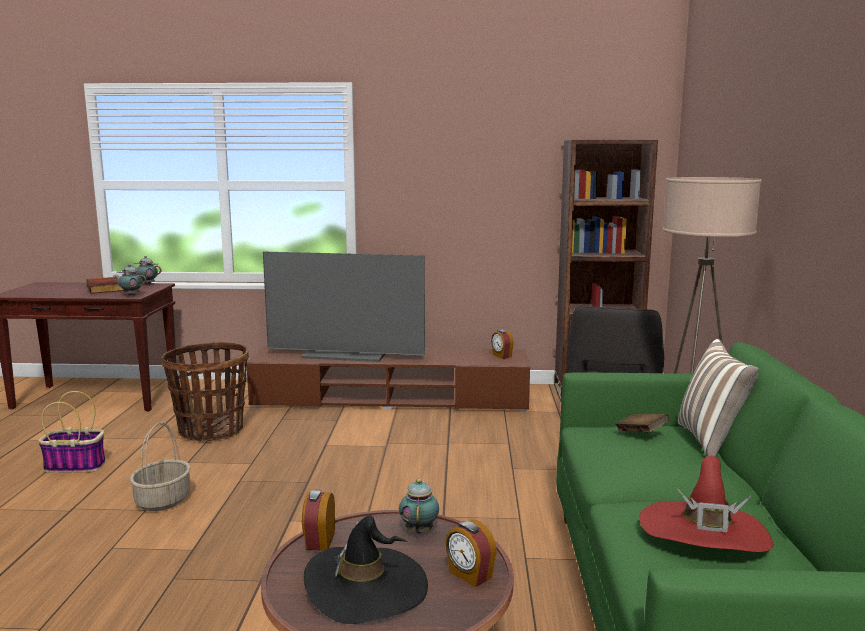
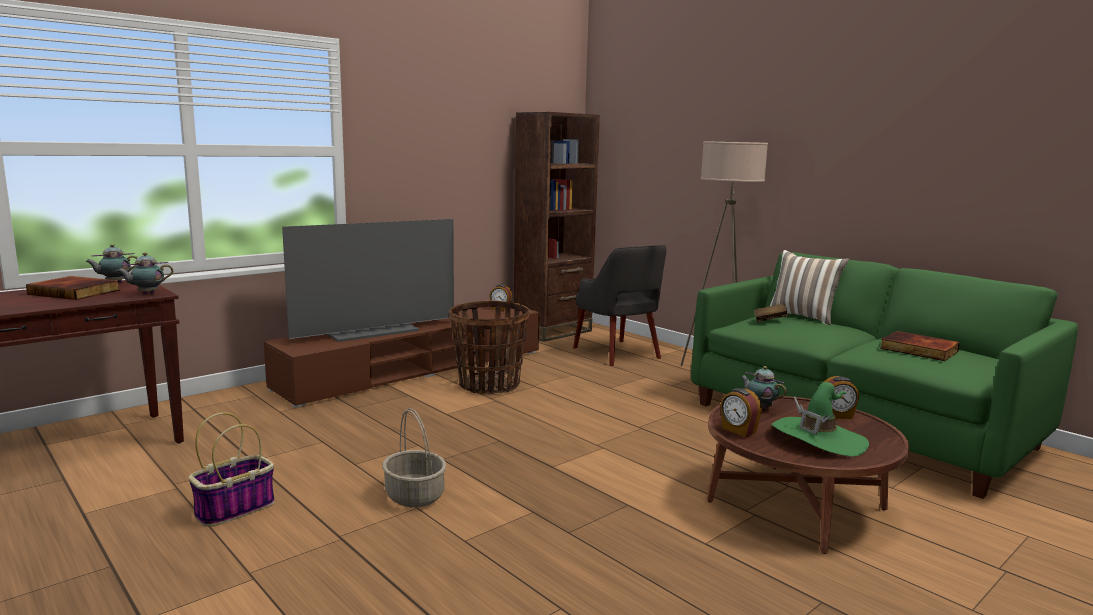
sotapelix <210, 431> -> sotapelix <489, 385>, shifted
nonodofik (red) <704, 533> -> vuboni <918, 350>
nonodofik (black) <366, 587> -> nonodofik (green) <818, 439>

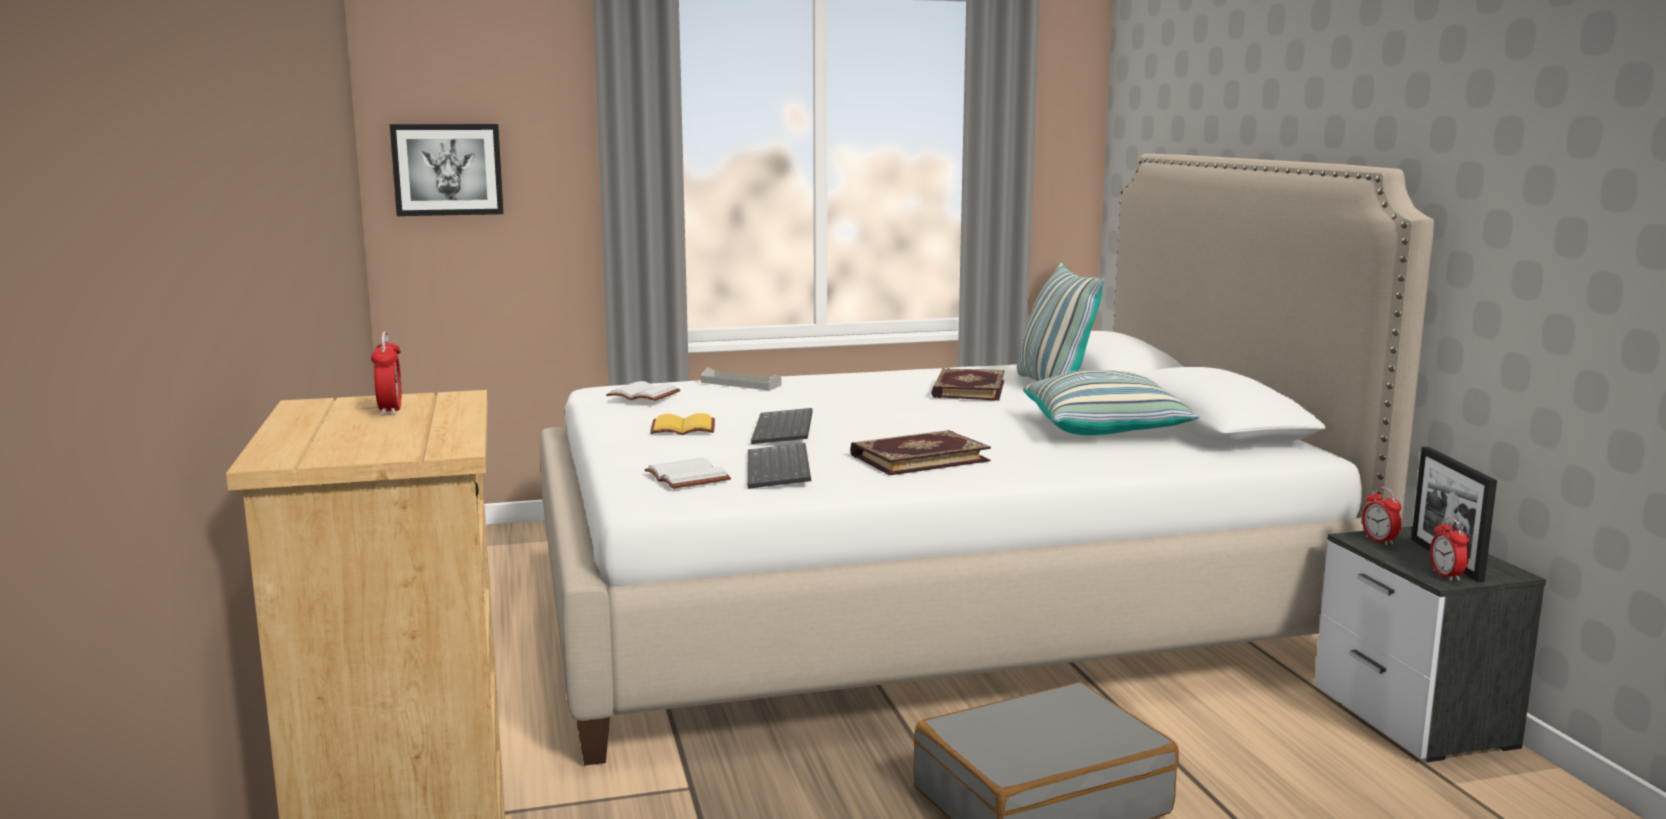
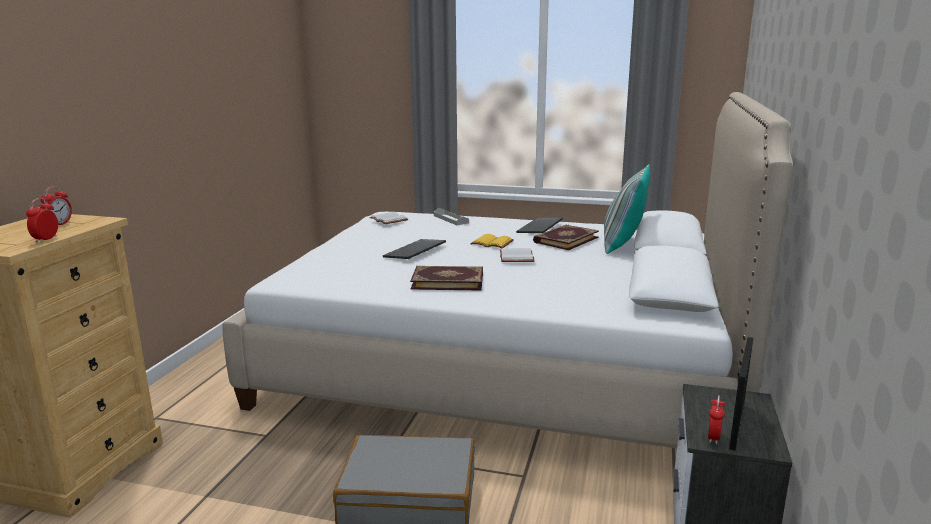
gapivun <447, 169> -> none
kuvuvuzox <1106, 429> -> none
vuboni (yellow) <684, 428> -> vuboni (yellow) <493, 243>, shifted
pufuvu <780, 470> -> pufuvu <540, 227>, shifted
vuboni (white) <690, 477> -> vuboni (white) <517, 257>, shifted
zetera <1379, 540> -> zetera <46, 239>, shifted

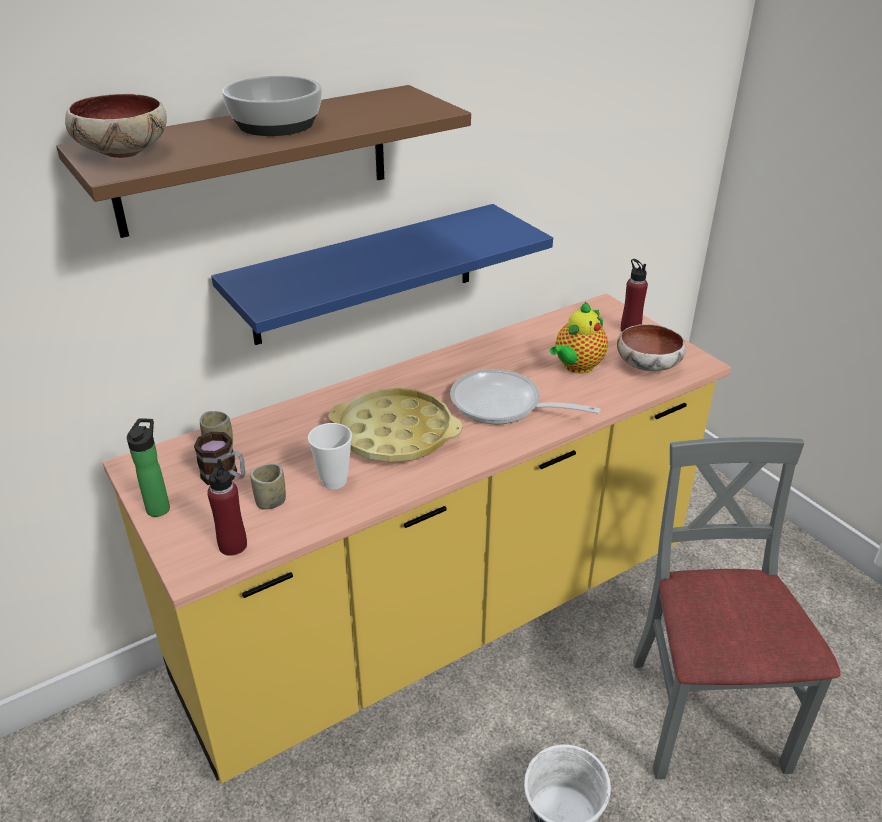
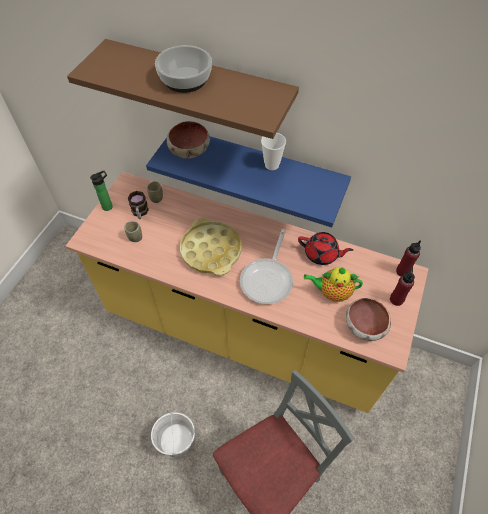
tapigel <122, 152> -> tapigel <189, 150>, shifted
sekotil <503, 405> -> sekotil <268, 279>, 150 degrees counterclockwise
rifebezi <334, 481> -> rifebezi <271, 165>, shifted
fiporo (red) <233, 545> -> fiporo (red) <402, 271>, shifted
none -> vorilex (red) <321, 254>

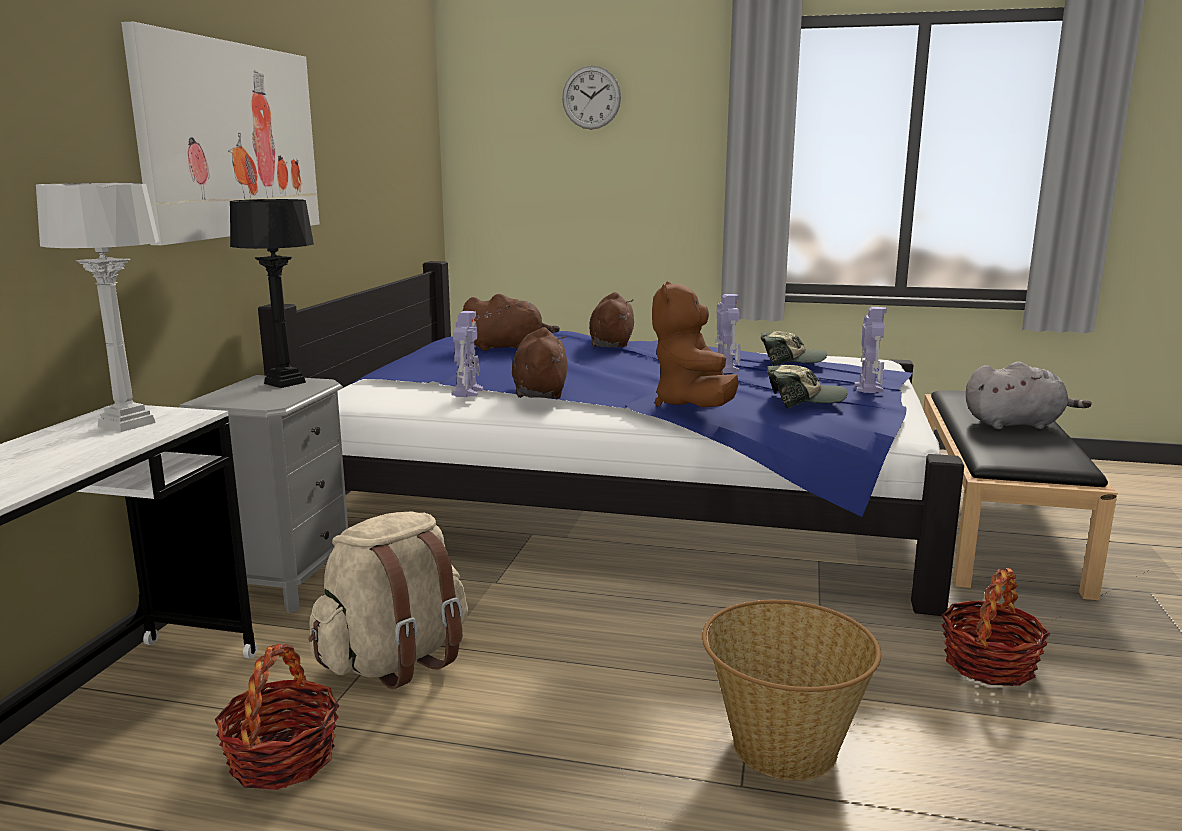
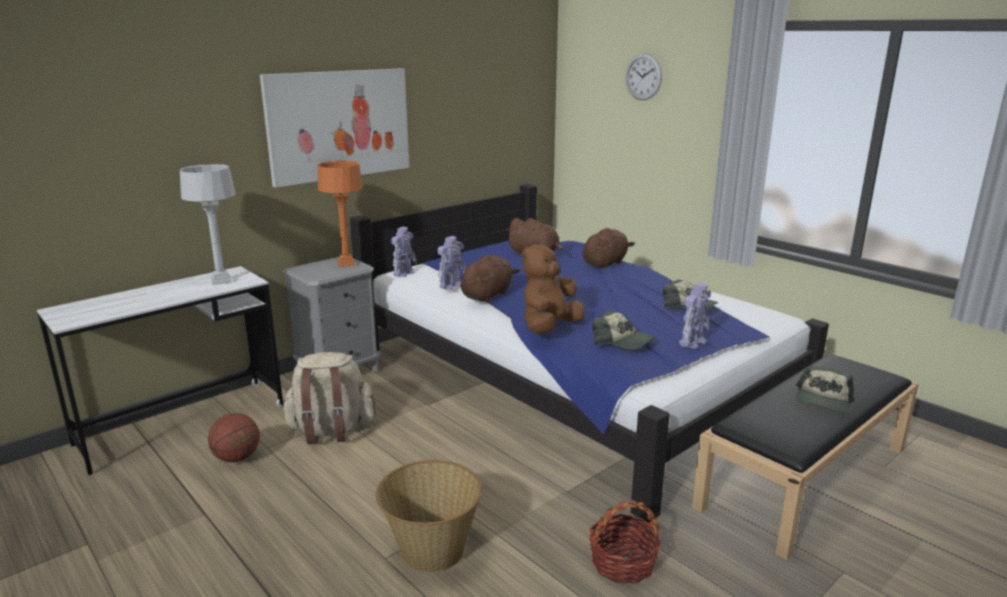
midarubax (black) <285, 383> -> midarubax (orange) <346, 264>
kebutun <725, 368> -> kebutun <404, 273>, shifted
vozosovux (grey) <1016, 424> -> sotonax <823, 401>
sotapelix <282, 758> -> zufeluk <237, 458>

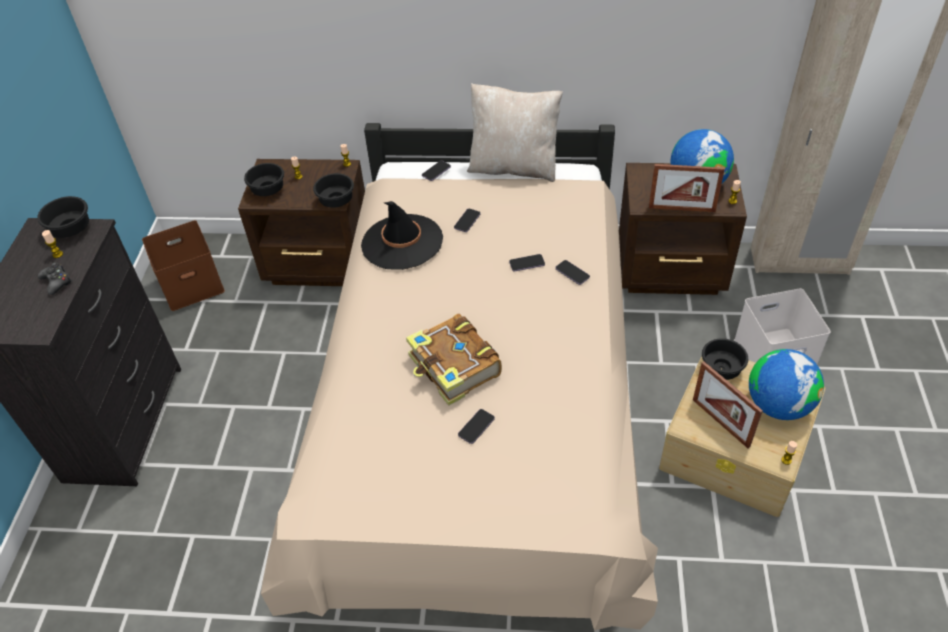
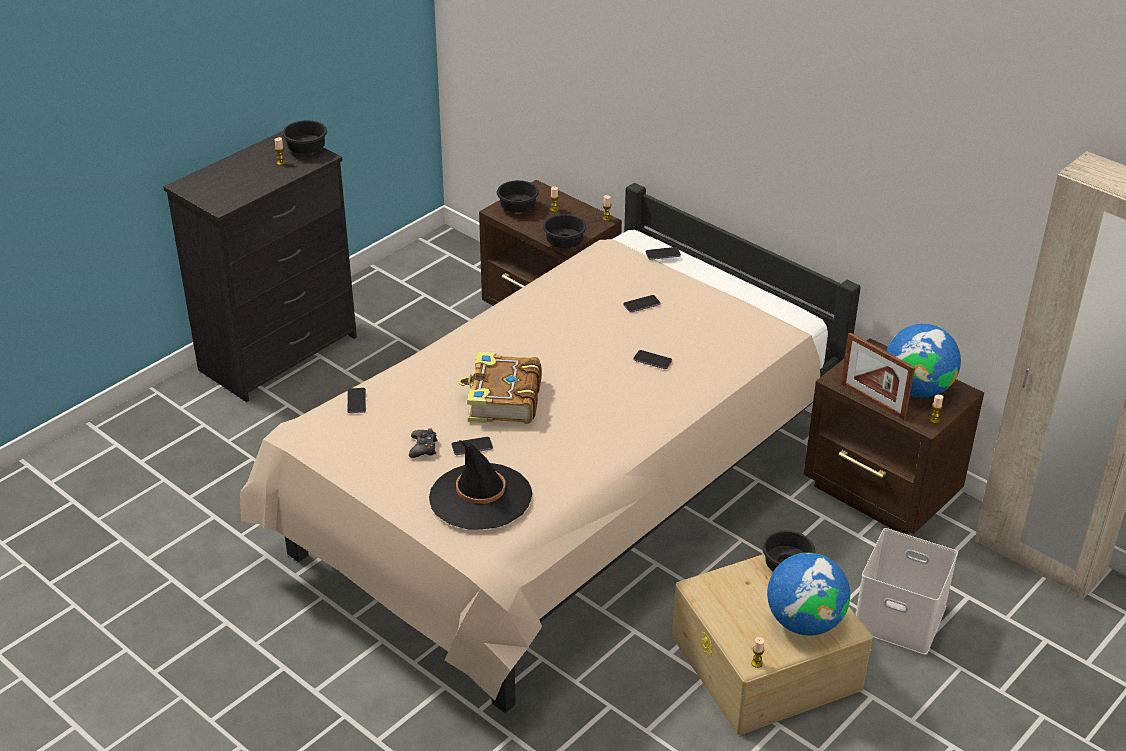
kuvuvuzox (beige) <514, 167> -> none
nonodofik (black) <402, 242> -> nonodofik (black) <480, 497>, shifted
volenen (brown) <192, 283> -> none
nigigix <572, 273> -> nigigix <356, 401>, shifted
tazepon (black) <57, 282> -> tazepon (black) <423, 447>, shifted
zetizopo <720, 423> -> none

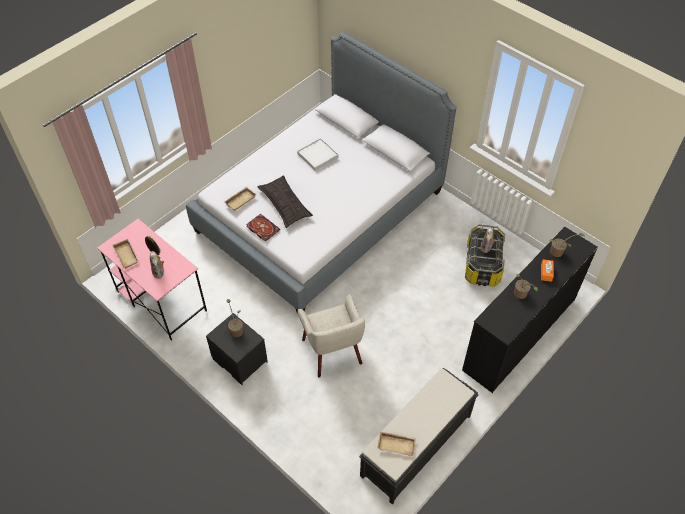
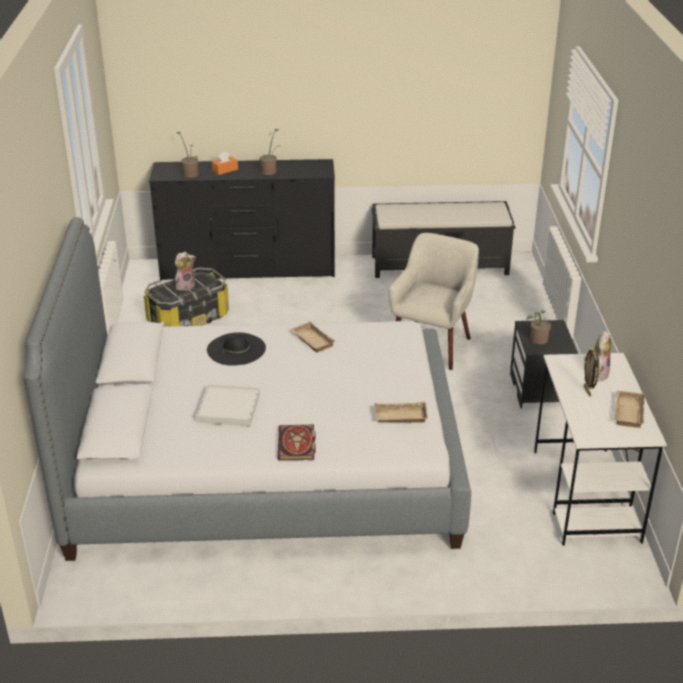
kuvuvuzox <285, 204> -> none
vuboni <262, 228> -> vuboni <297, 445>, shifted
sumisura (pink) <161, 300> -> sumisura (white) <586, 495>
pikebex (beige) <397, 444> -> pikebex (beige) <311, 340>, shifted
none -> nonodofik (black) <236, 349>

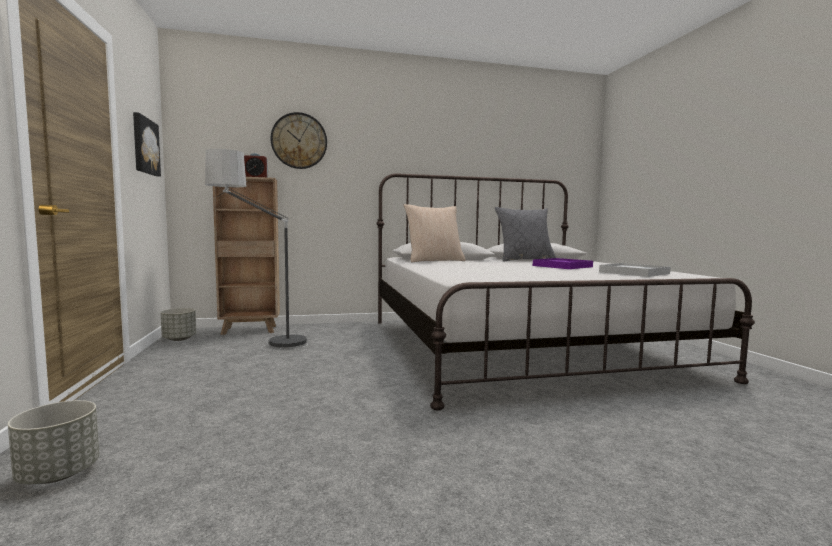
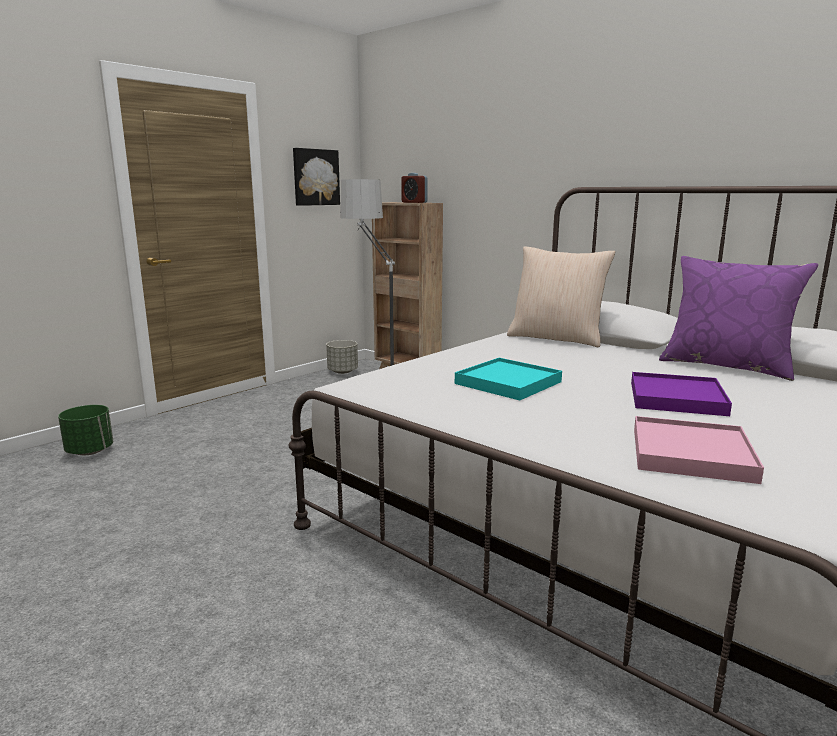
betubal <299, 141> -> none
kuvuvuzox (grey) <524, 260> -> kuvuvuzox (purple) <726, 366>
pikebex (white) <634, 273> -> pikebex (pink) <691, 454>
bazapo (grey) <58, 474> -> bazapo (green) <90, 451>
none -> pikebex (turquoise) <508, 383>

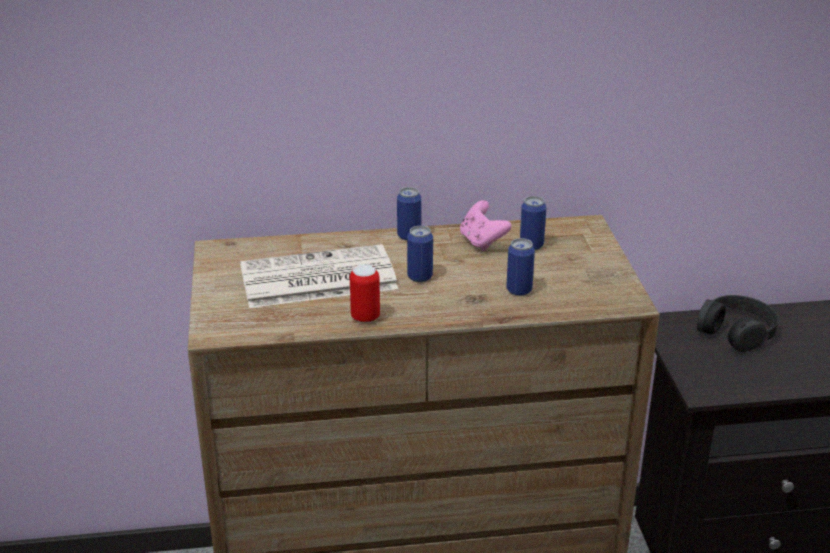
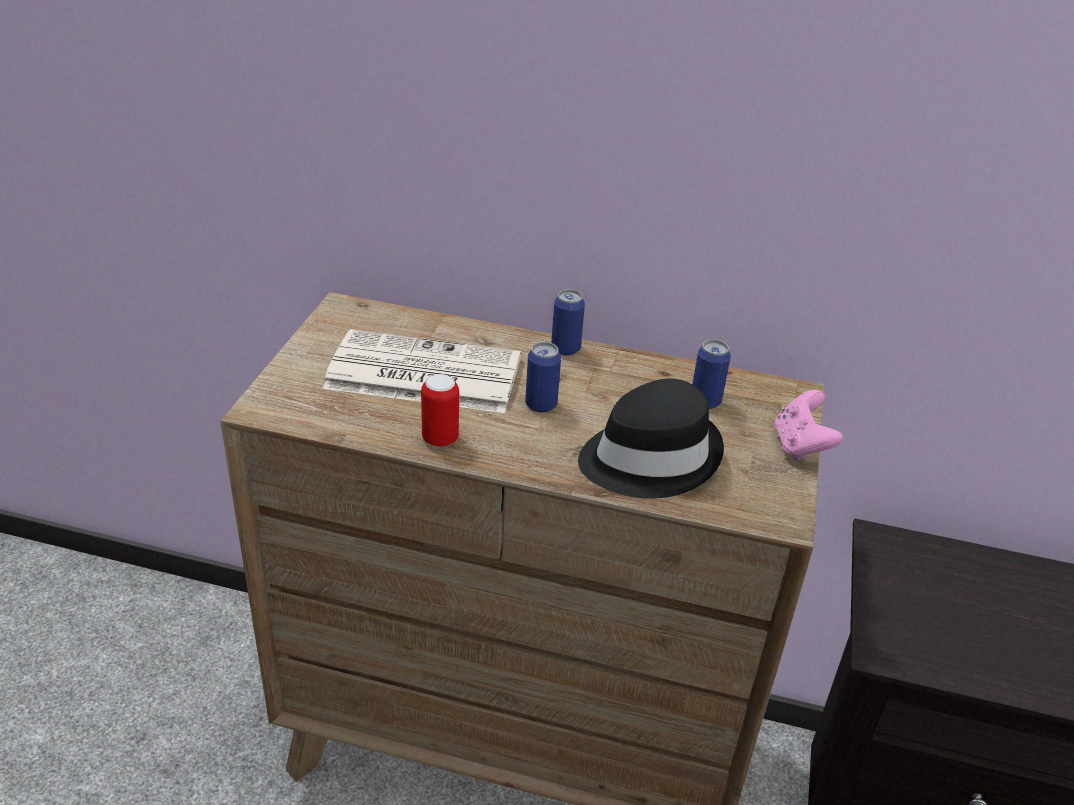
tazepon (pink) <482, 242> -> tazepon (pink) <800, 446>, shifted
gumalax <519, 290> -> nonodofik (black) <649, 457>
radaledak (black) <736, 331> -> none

